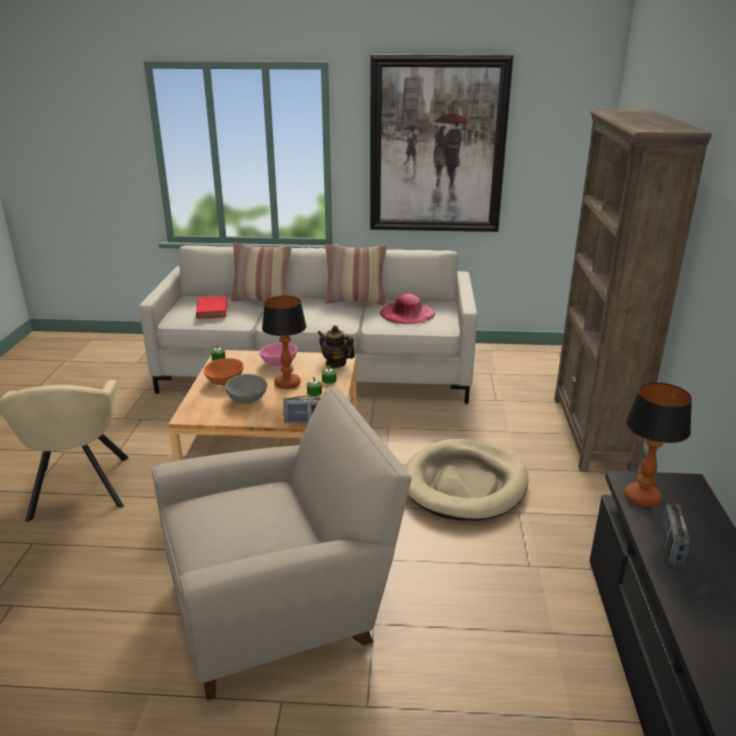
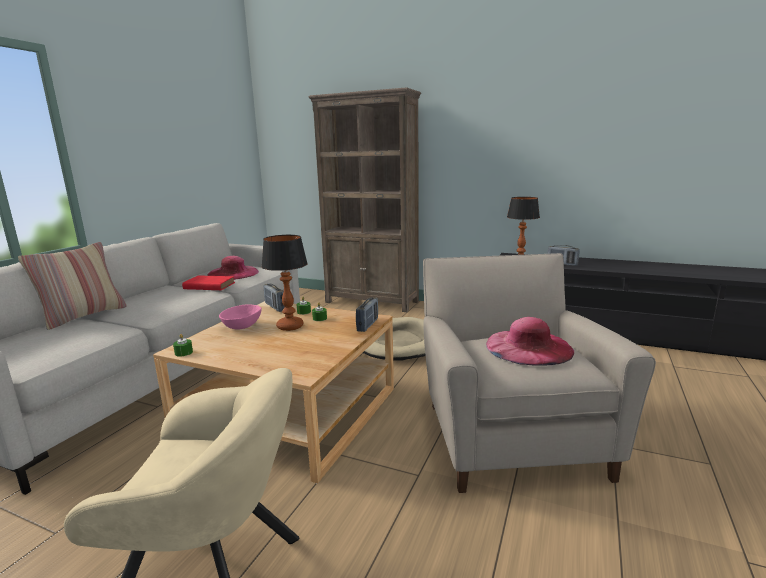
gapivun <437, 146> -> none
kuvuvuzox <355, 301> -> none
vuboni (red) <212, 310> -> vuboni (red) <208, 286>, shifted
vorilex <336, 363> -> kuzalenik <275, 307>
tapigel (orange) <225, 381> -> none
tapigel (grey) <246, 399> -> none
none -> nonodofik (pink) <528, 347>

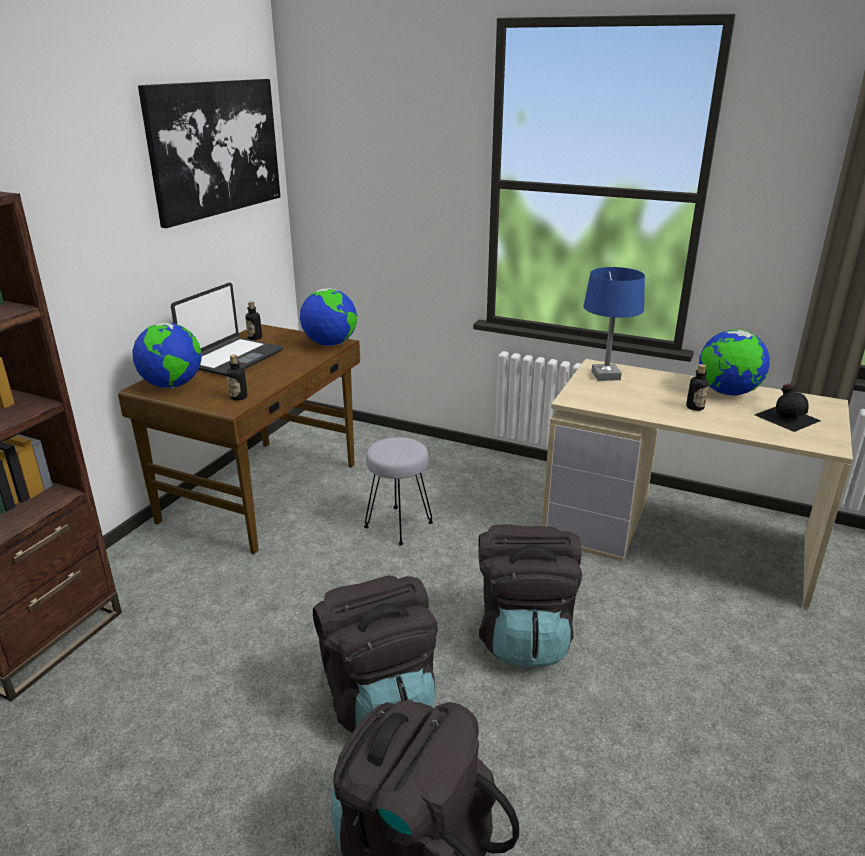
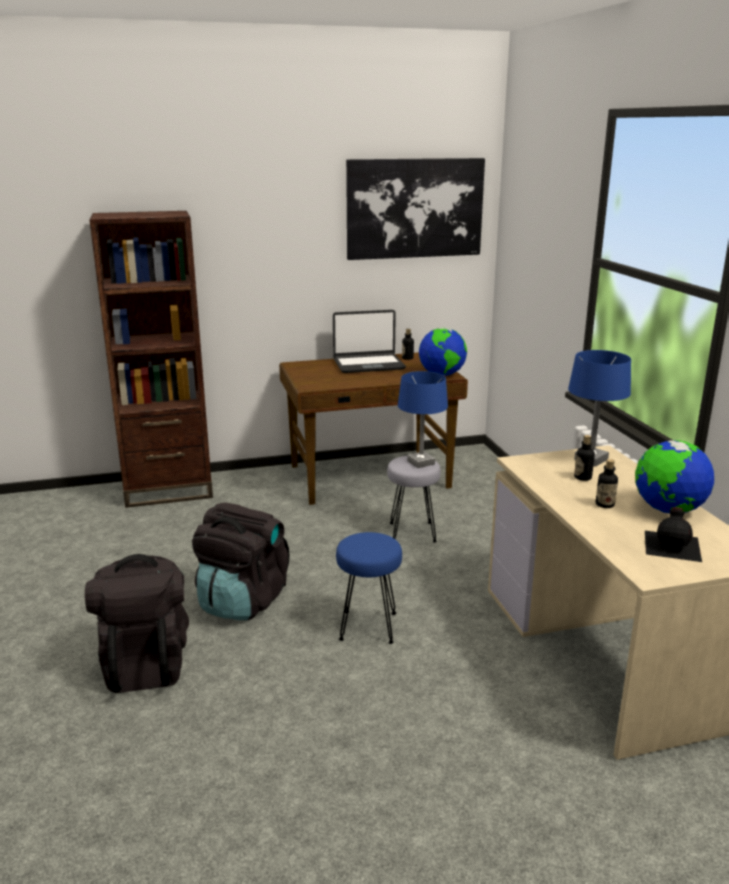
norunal <172, 385> -> none
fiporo <238, 397> -> fiporo <582, 477>, shifted
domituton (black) <524, 635> -> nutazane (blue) <369, 627>
none -> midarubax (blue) <421, 462>

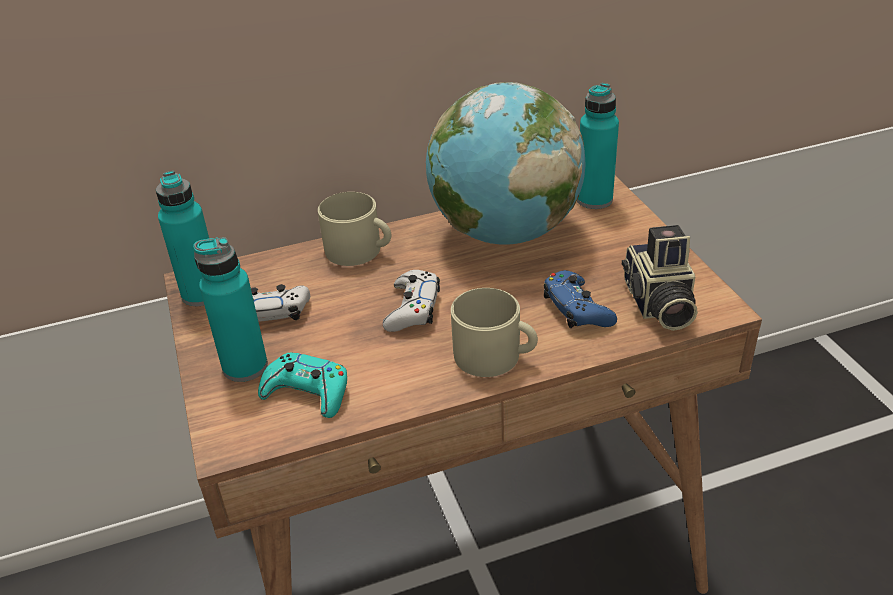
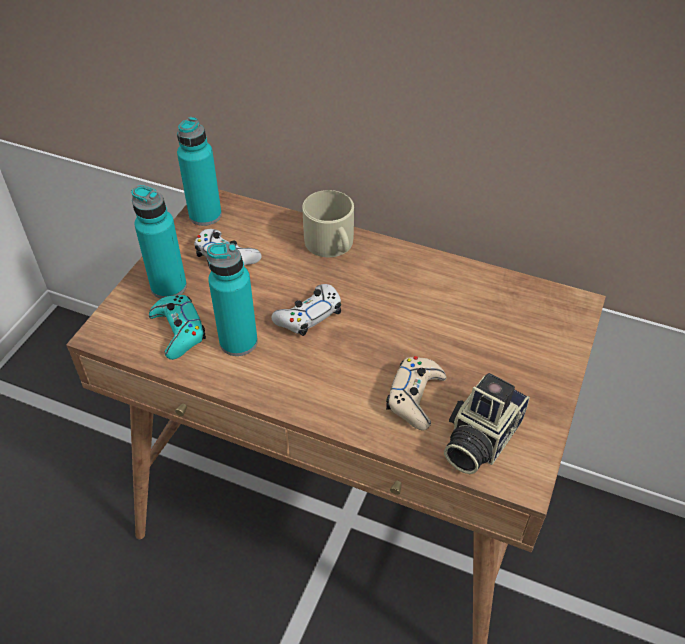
norunal <504, 232> -> none
fiporo (turquoise) <594, 199> -> fiporo (turquoise) <238, 342>, shifted
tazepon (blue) <577, 309> -> tazepon (beige) <415, 397>
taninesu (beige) <495, 356> -> none

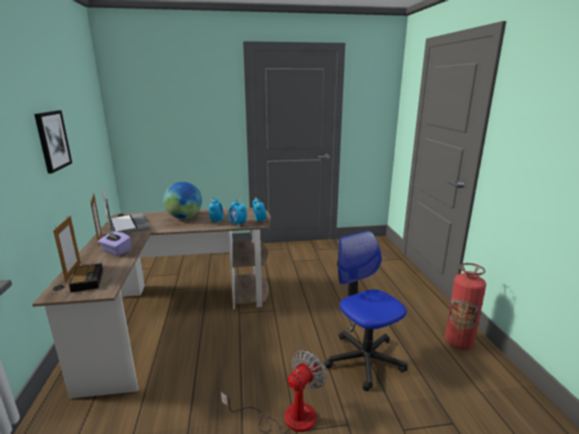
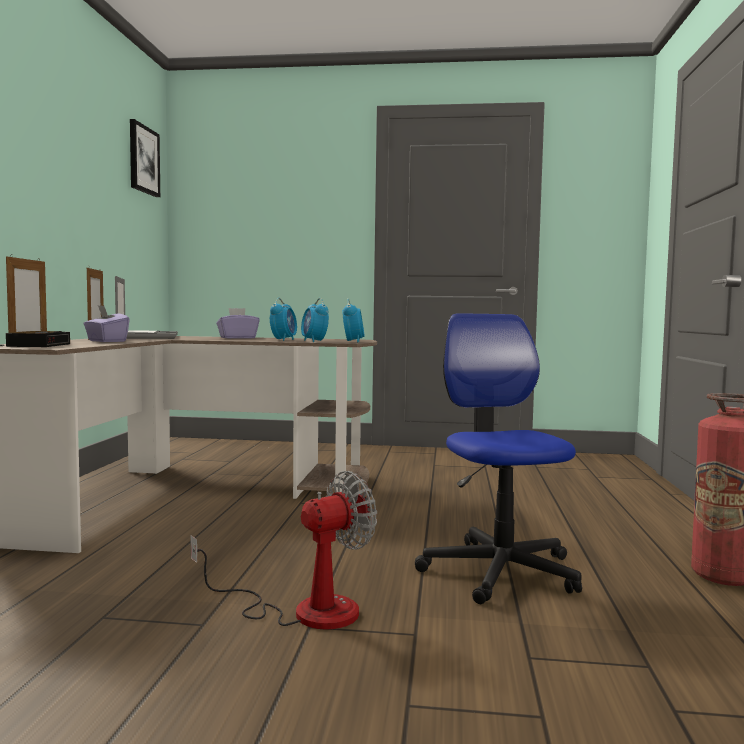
gapivun <52, 140> -> gapivun <143, 160>, shifted
norunal <184, 217> -> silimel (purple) <237, 338>

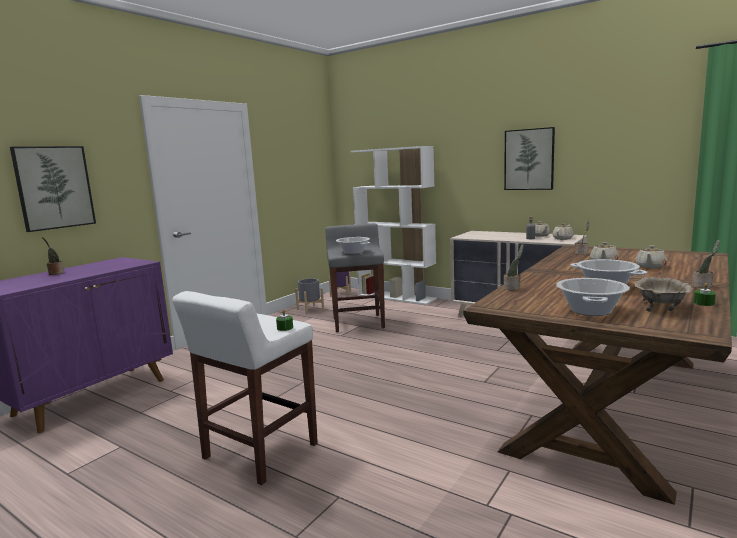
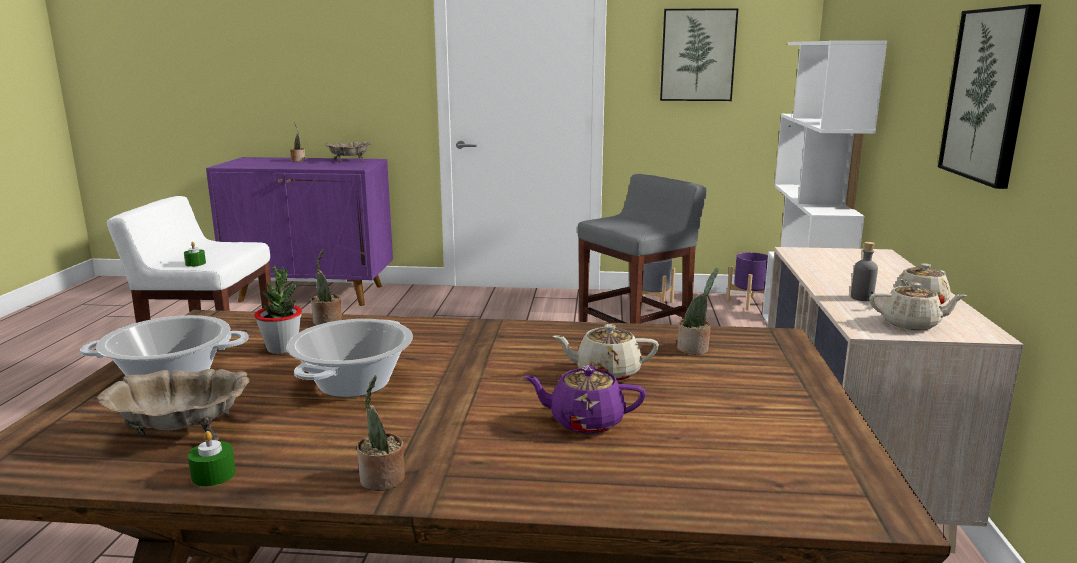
gapivun <54, 187> -> gapivun <697, 55>, shifted
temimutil <353, 252> -> none
vorilex (beige) <650, 267> -> vorilex (purple) <585, 421>
none -> tapigel (beige) <349, 160>
none -> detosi <282, 348>

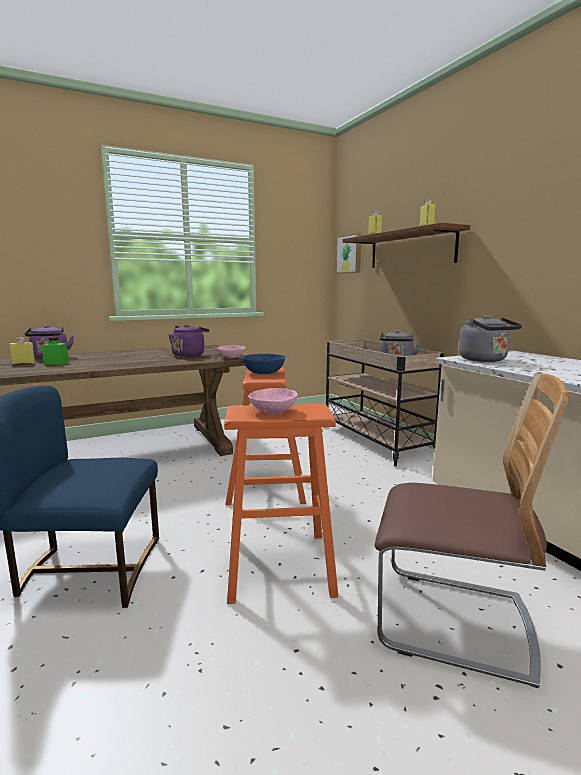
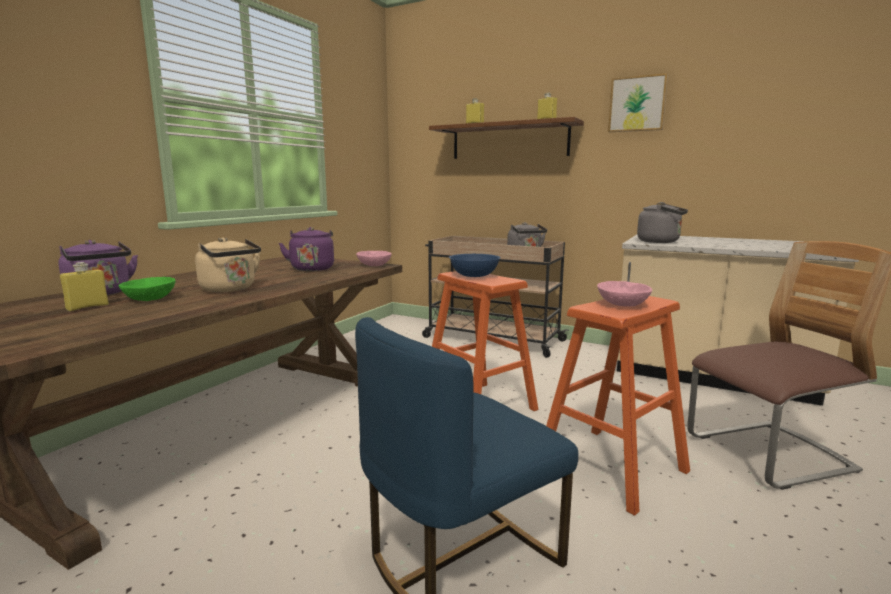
gapivun <349, 254> -> gapivun <637, 104>, shifted
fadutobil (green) <56, 363> -> tapigel (green) <150, 299>
none -> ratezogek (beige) <230, 289>

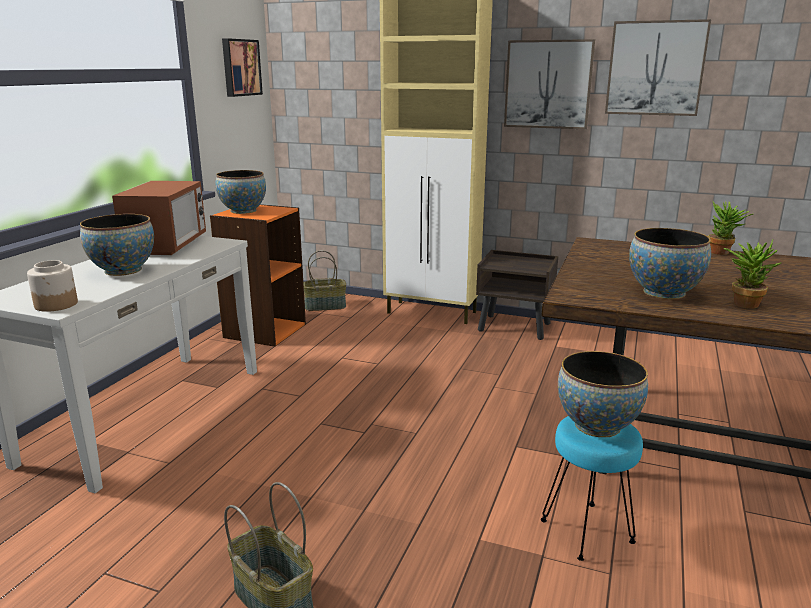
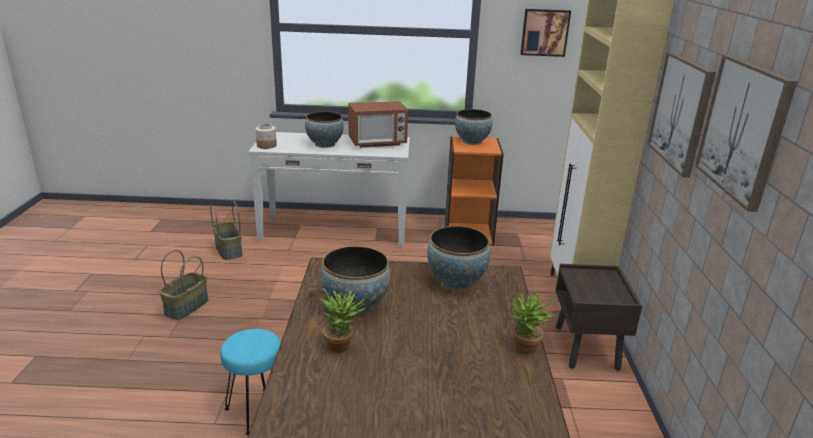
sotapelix <325, 306> -> sotapelix <229, 250>, shifted
tapigel <597, 426> -> tapigel <456, 281>, shifted

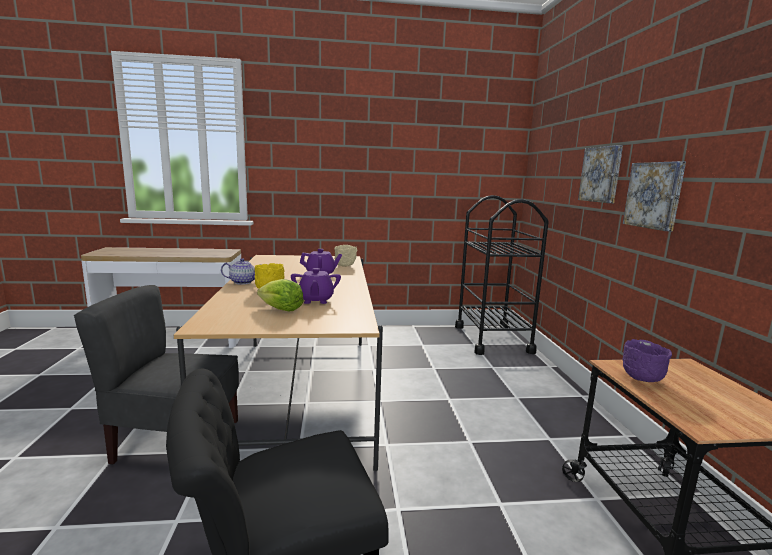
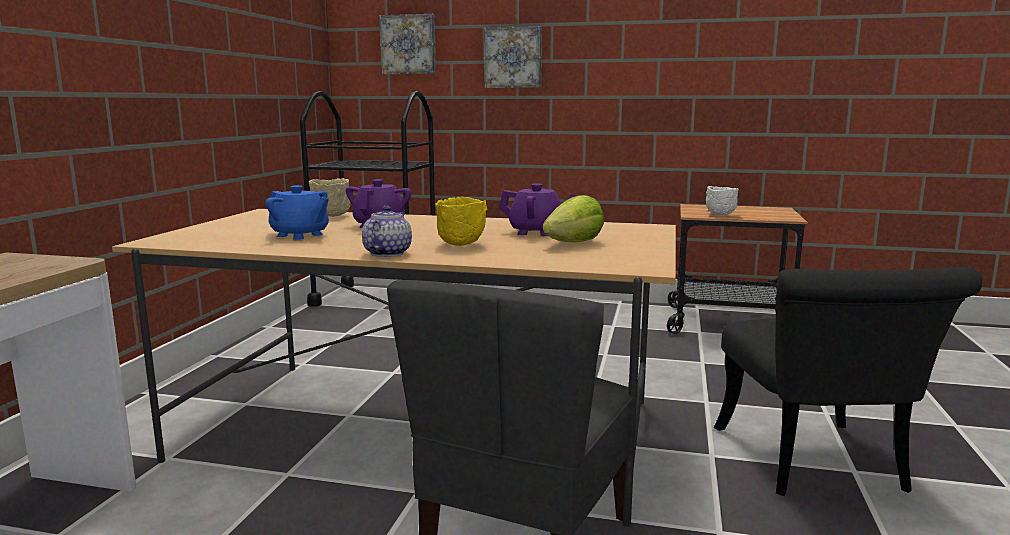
gapivun <655, 195> -> gapivun <408, 44>, shifted
tapigel (purple) <641, 379> -> tapigel (white) <720, 215>
none -> vorilex (blue) <300, 235>

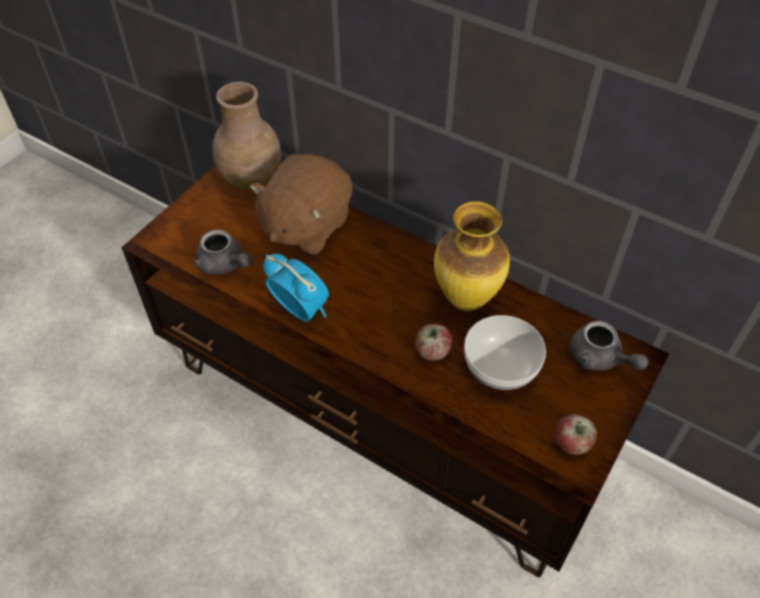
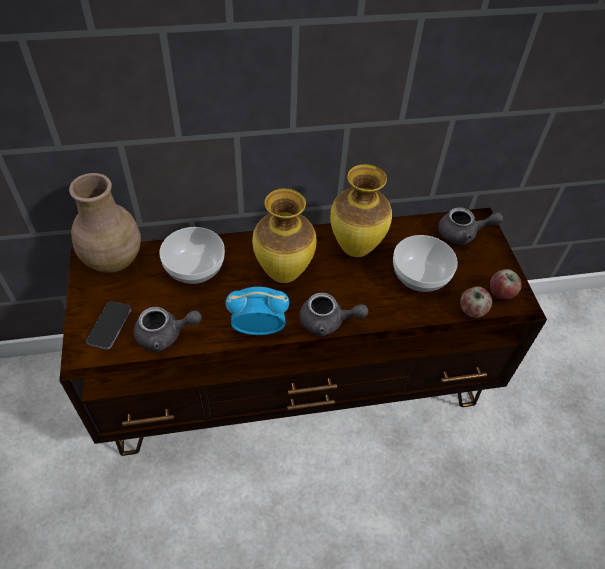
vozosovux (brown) <305, 226> -> tapigel <195, 268>
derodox <432, 351> -> derodox <472, 310>, shifted
none -> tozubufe <282, 274>
none -> vorilex (grey) <328, 322>
none -> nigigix <109, 326>

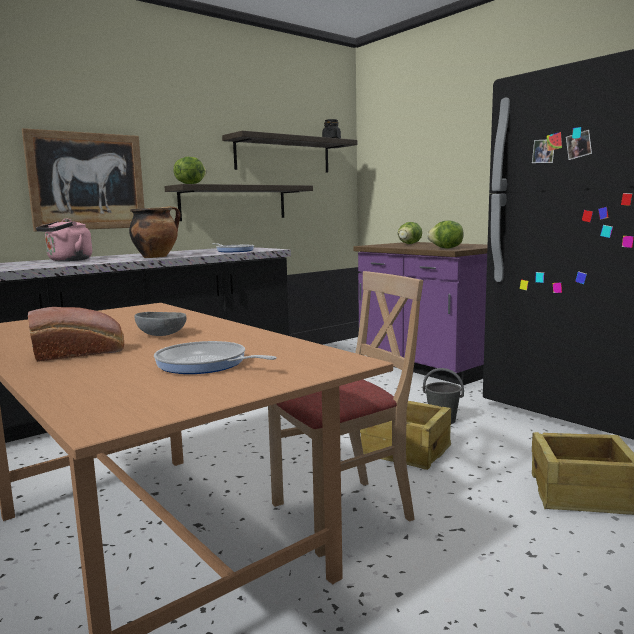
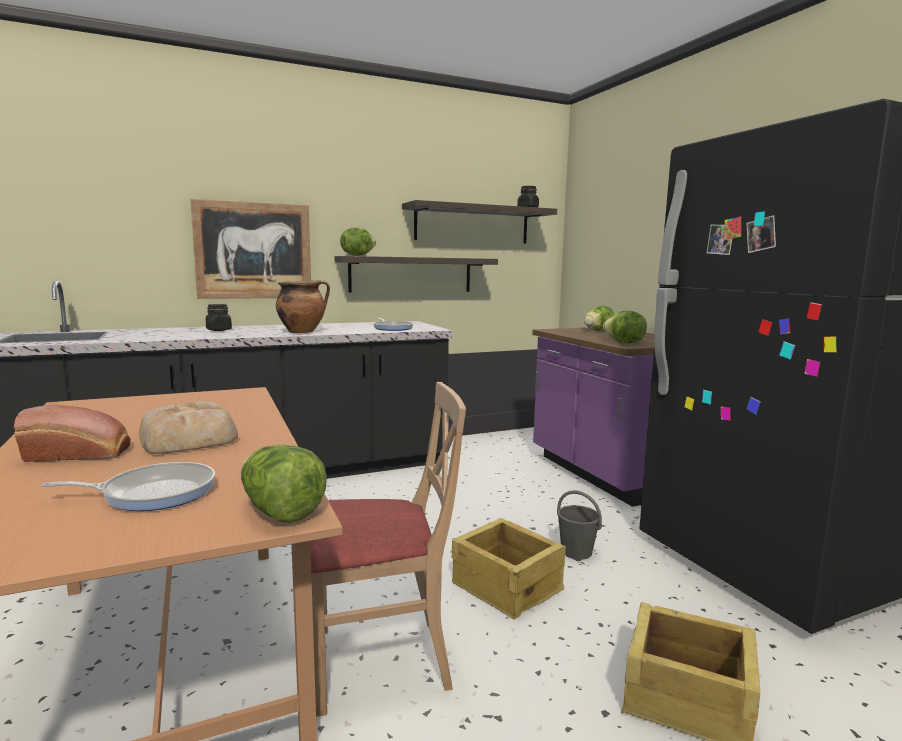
ratezogek (pink) <67, 260> -> fadutobil (black) <219, 330>
tapigel (grey) <162, 334> -> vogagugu <189, 437>
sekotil <205, 364> -> sekotil <153, 493>, 120 degrees clockwise
none -> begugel <280, 512>

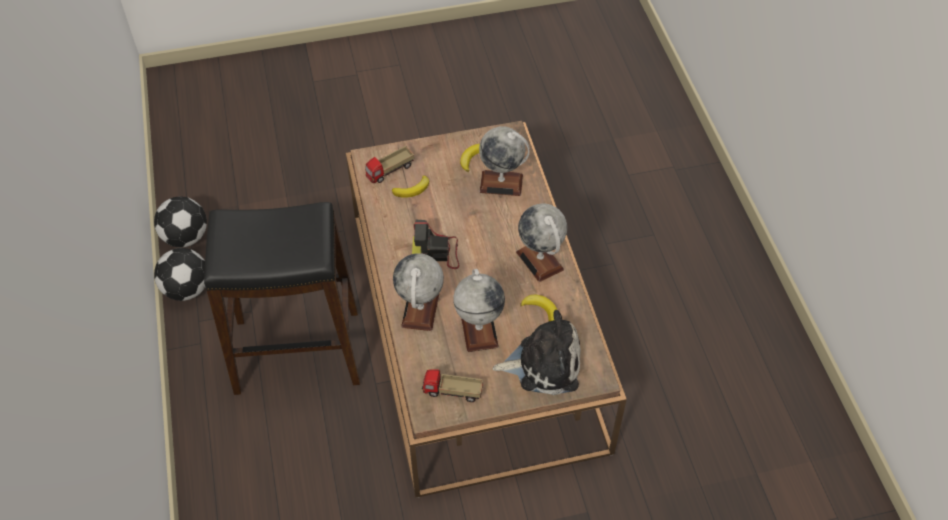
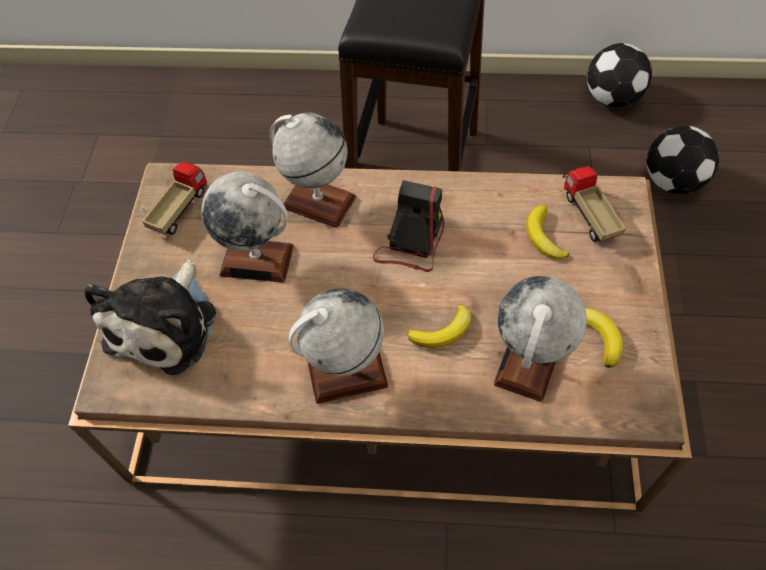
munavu <187, 288> -> munavu <673, 181>, shifted
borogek <541, 310> -> borogek <443, 331>, shifted

